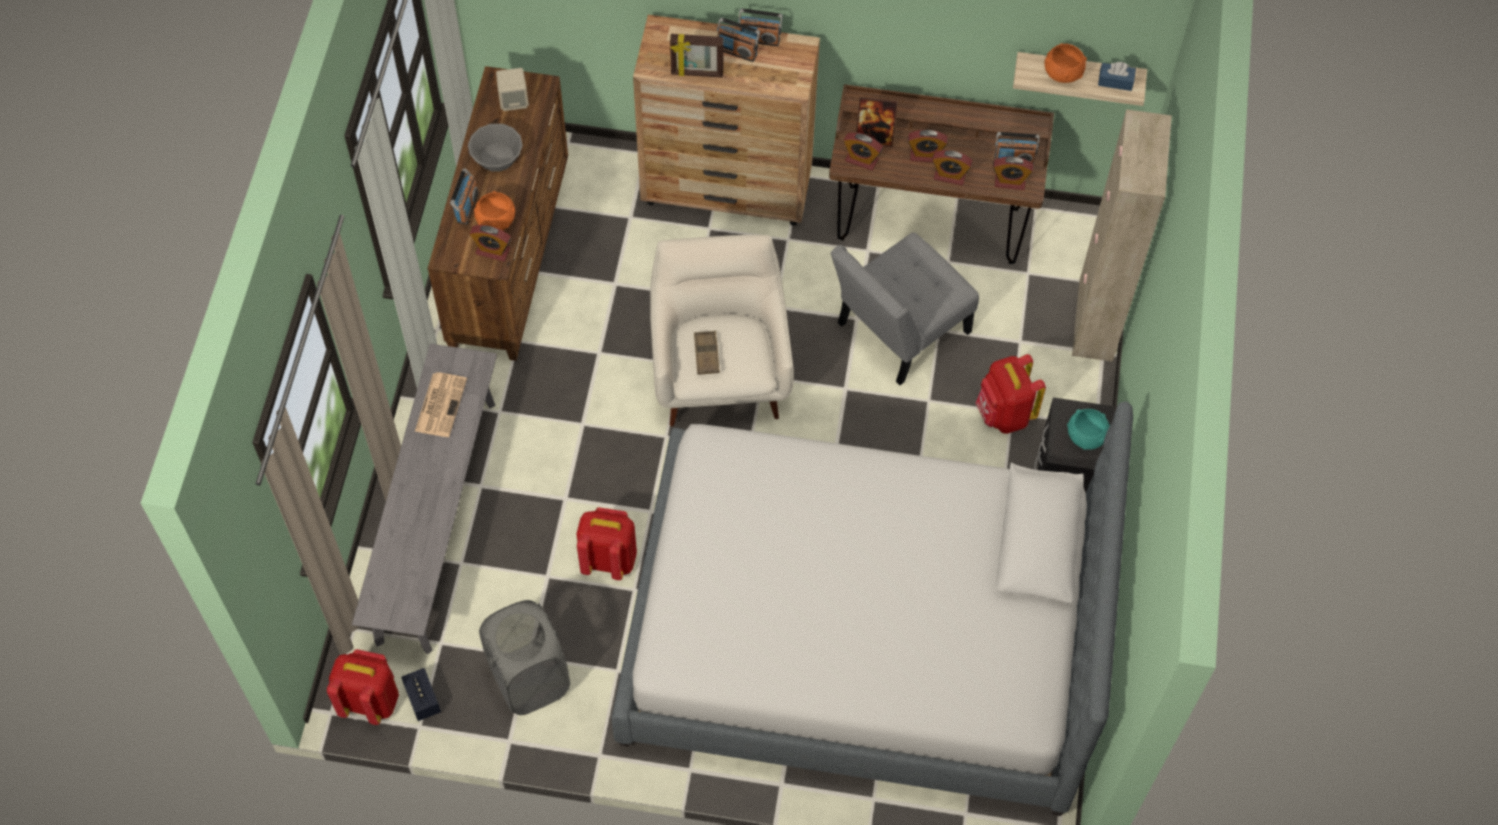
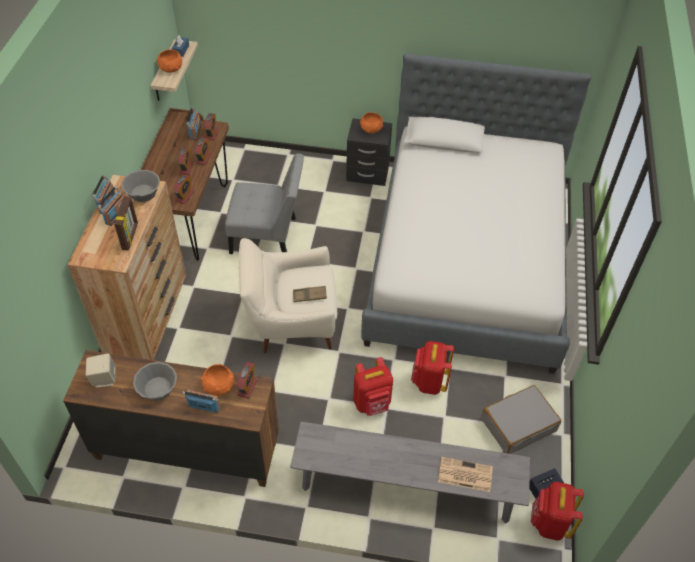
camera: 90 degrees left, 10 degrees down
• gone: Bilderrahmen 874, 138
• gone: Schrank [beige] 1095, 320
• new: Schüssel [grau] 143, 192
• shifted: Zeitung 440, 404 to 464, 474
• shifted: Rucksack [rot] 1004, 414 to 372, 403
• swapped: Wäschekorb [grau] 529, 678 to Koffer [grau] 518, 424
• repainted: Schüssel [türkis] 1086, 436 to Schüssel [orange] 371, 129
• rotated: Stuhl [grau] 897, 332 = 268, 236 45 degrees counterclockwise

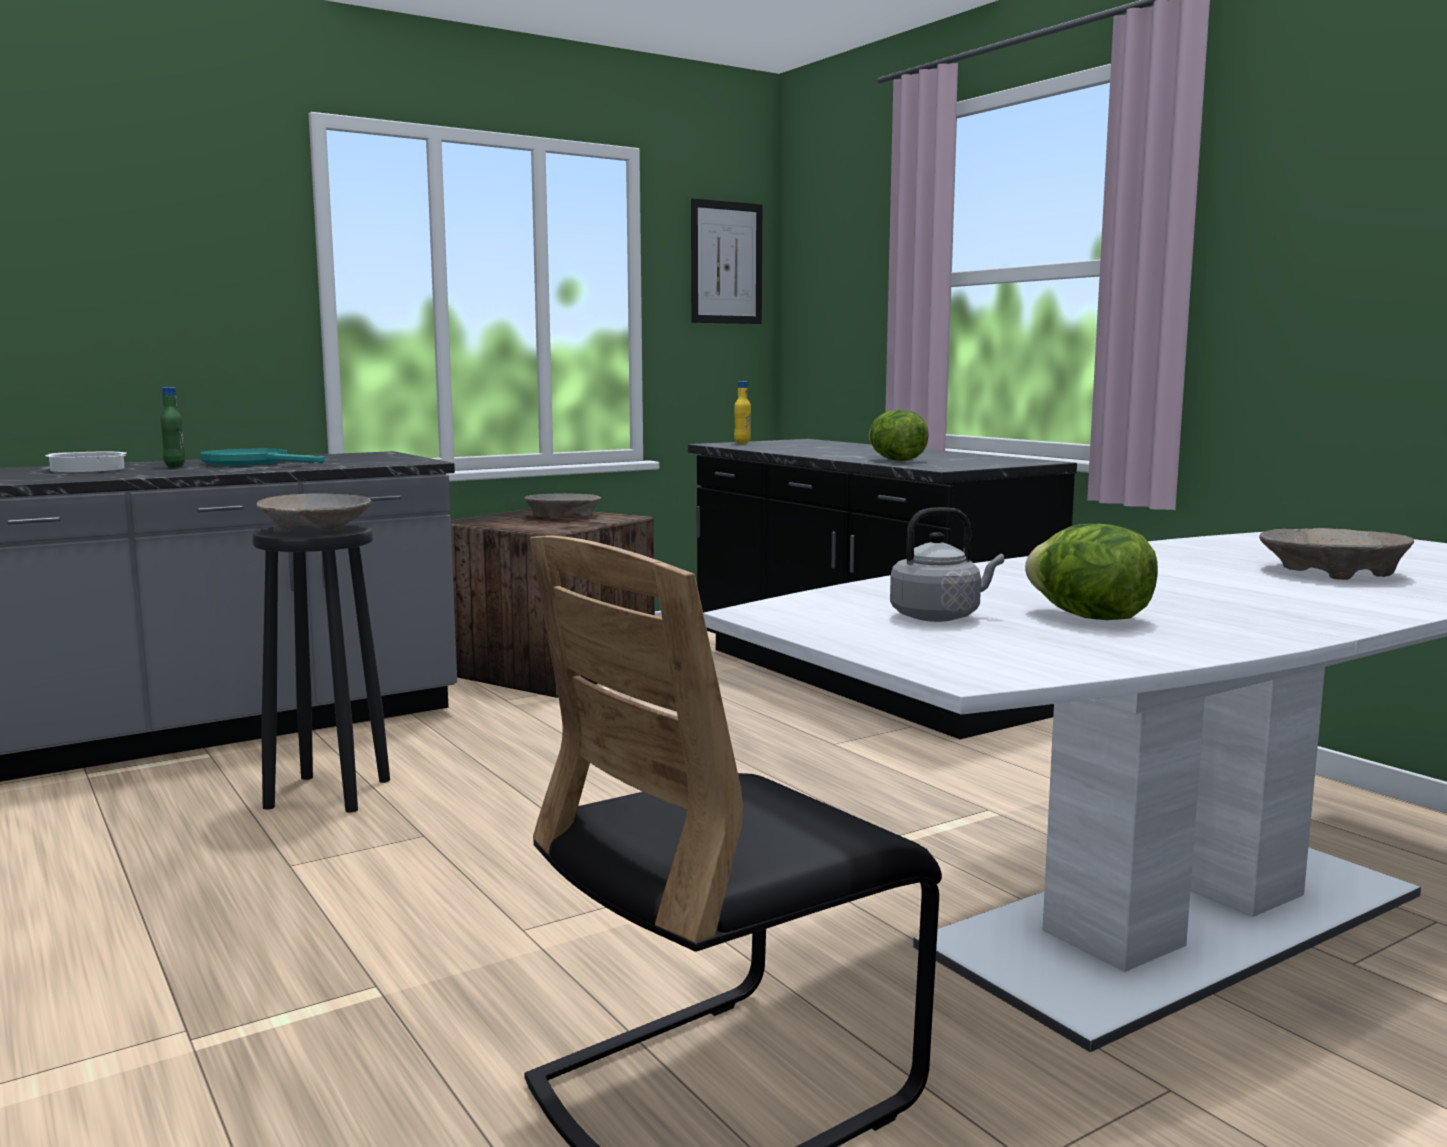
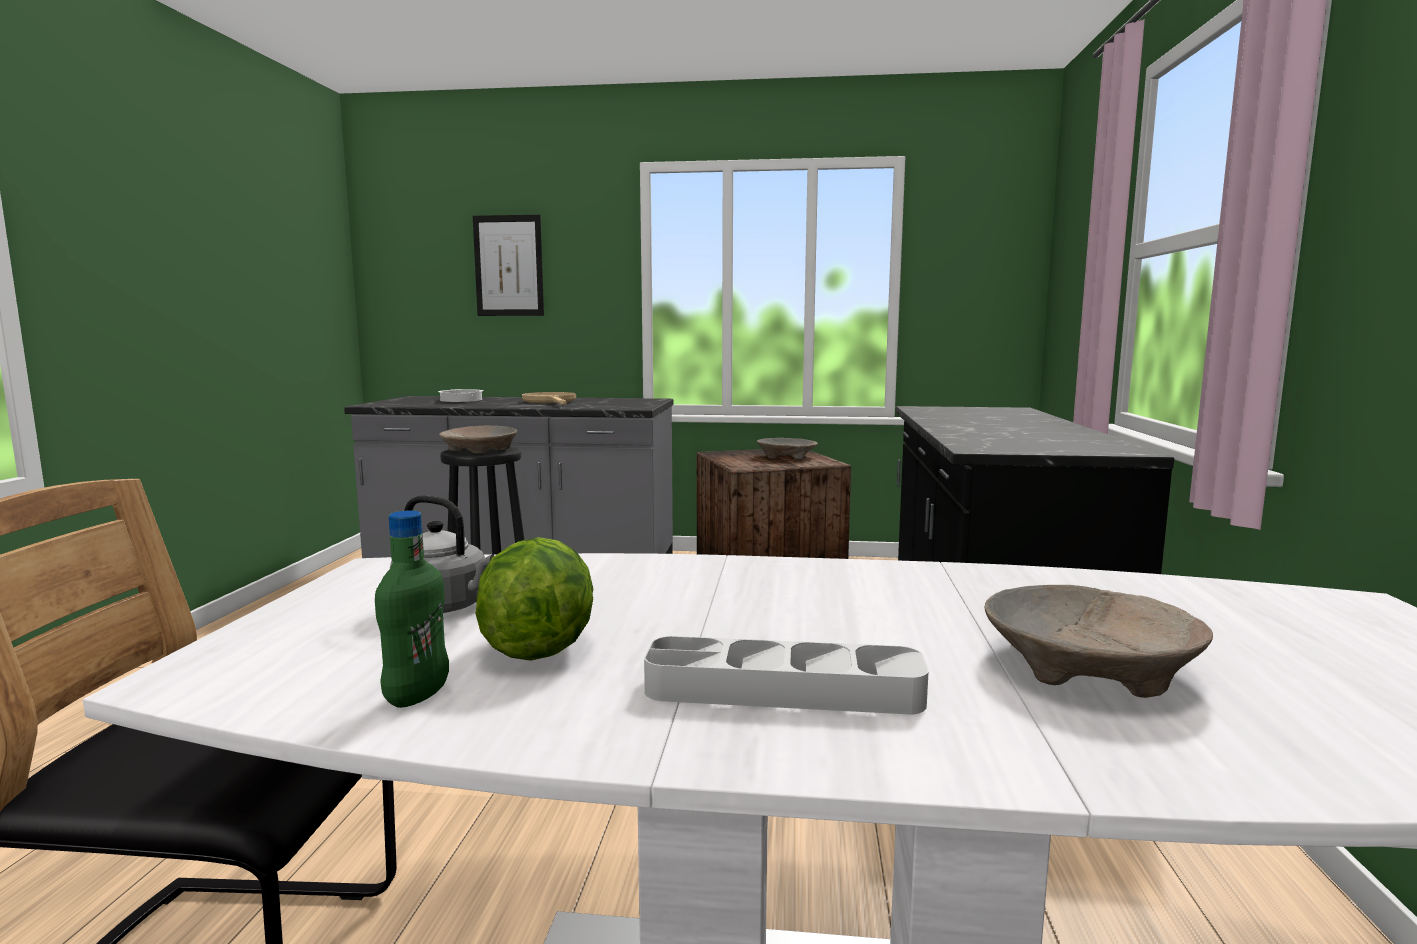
camera: 40 degrees right, 0 degrees up
• gone: Flasche [gelb] 742, 443
• gone: Salatkopf 896, 460
• new: Tablett [grau] 783, 690
• shifted: Flasche [grün] 175, 466 to 417, 696
• shifted: Bild 726, 263 to 508, 266
• repainted: Pfanne [türkis] 254, 463 to Pfanne [beige] 551, 402

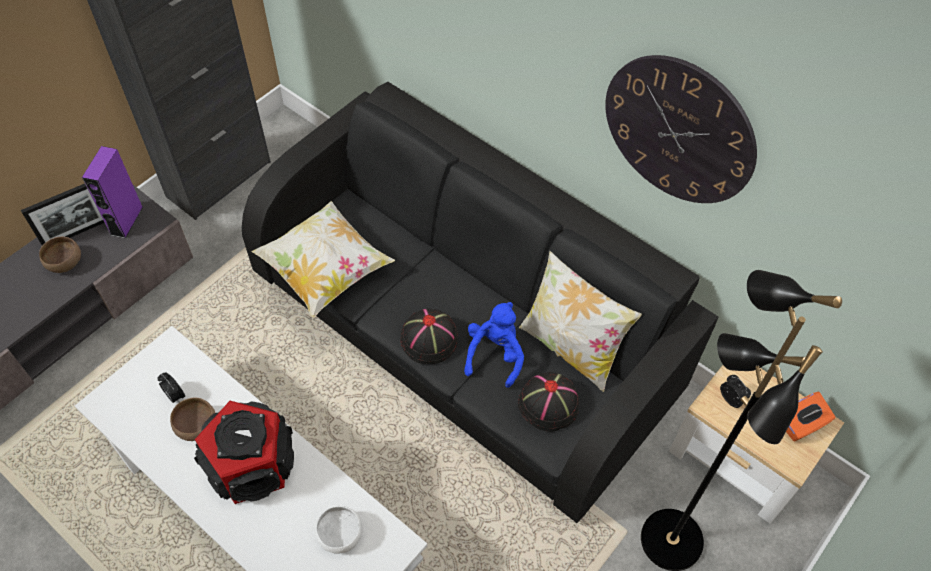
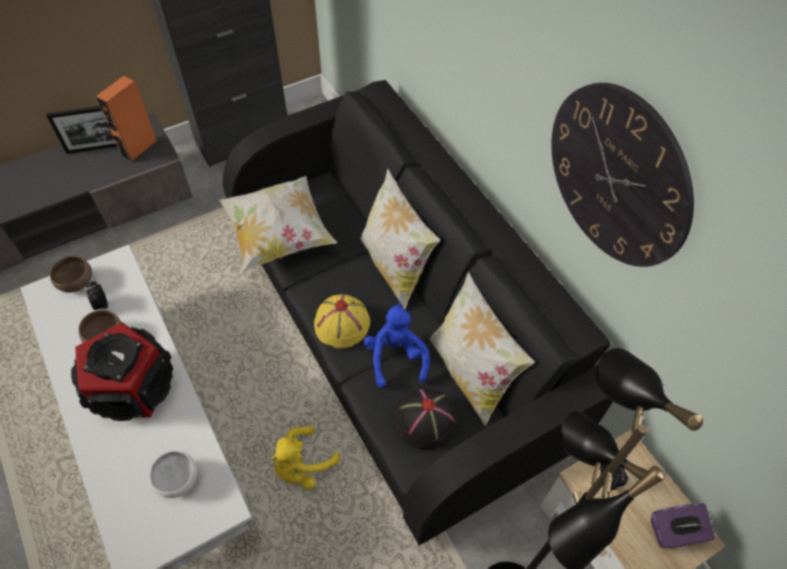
camera: 20 degrees right, 0 degrees up
• new: Plüschtier [gelb] 302, 466
• new: Kissen 395, 267
• shifted: Schüssel [braun] 64, 262 to 76, 282
• repainted: Lautsprecher [lila] 126, 221 to Lautsprecher [orange] 139, 148
• repainted: Hut [schwarz] 429, 340 to Hut [gelb] 342, 324
• repainted: Taschentuchbox [orange] 801, 425 to Taschentuchbox [lila] 675, 532
• rotated: Plüschtier [blau] 495, 355 = 396, 357 45 degrees counterclockwise

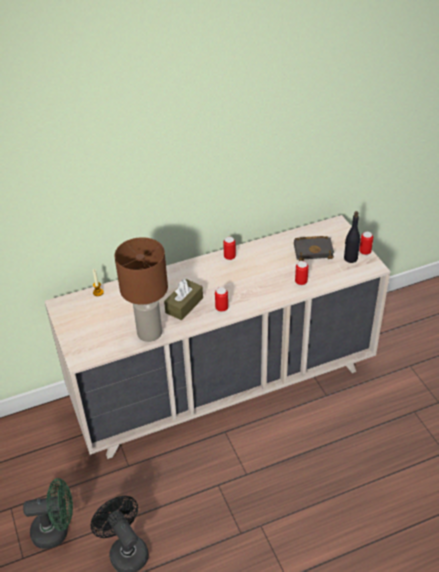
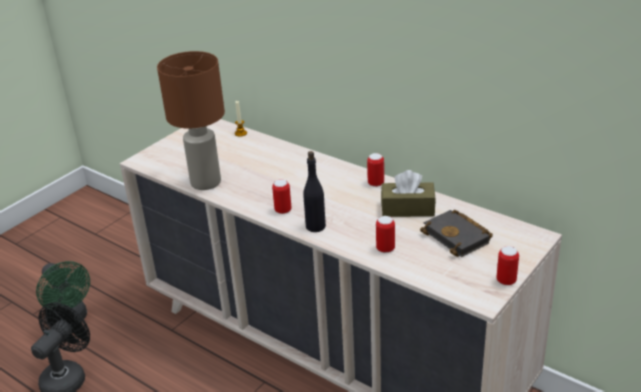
camera: 60 degrees right, 10 degrees down
• shifted: Taschentuchbox [braun] 184, 305 to 407, 209
• shifted: Flasche [schwarz] 350, 258 to 315, 226

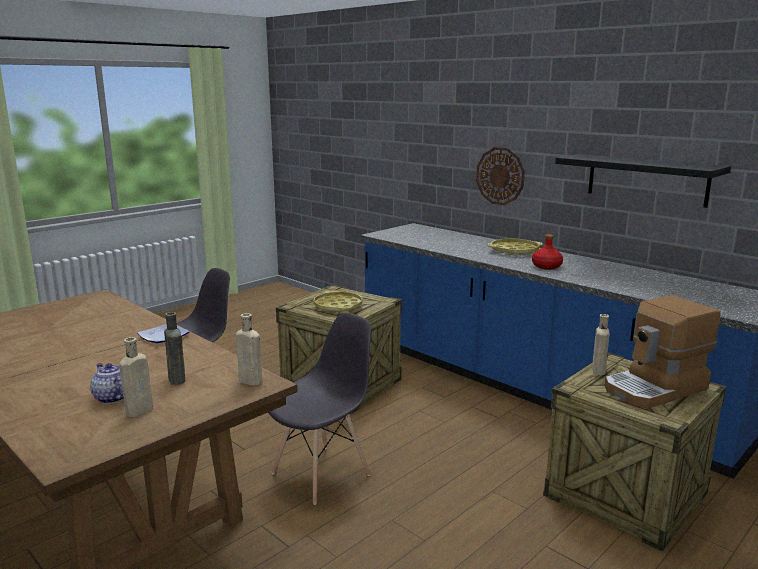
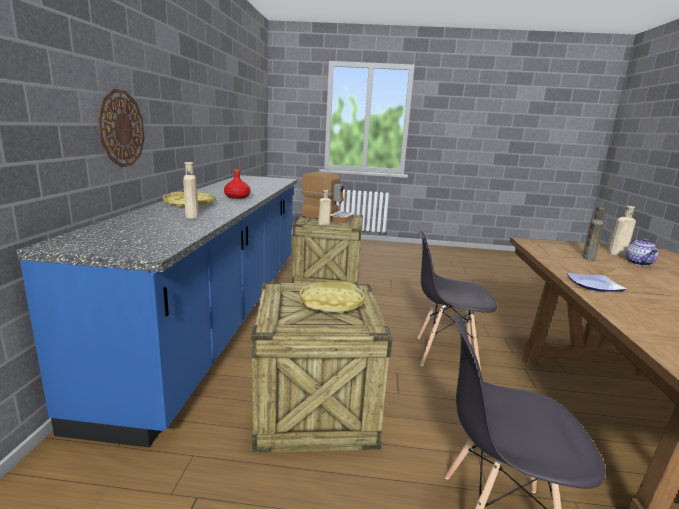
camera: 130 degrees left, 0 degrees up
• gone: Wandregal [schwarz] 646, 179
• shifted: Flasche [beige] 252, 381 to 192, 216

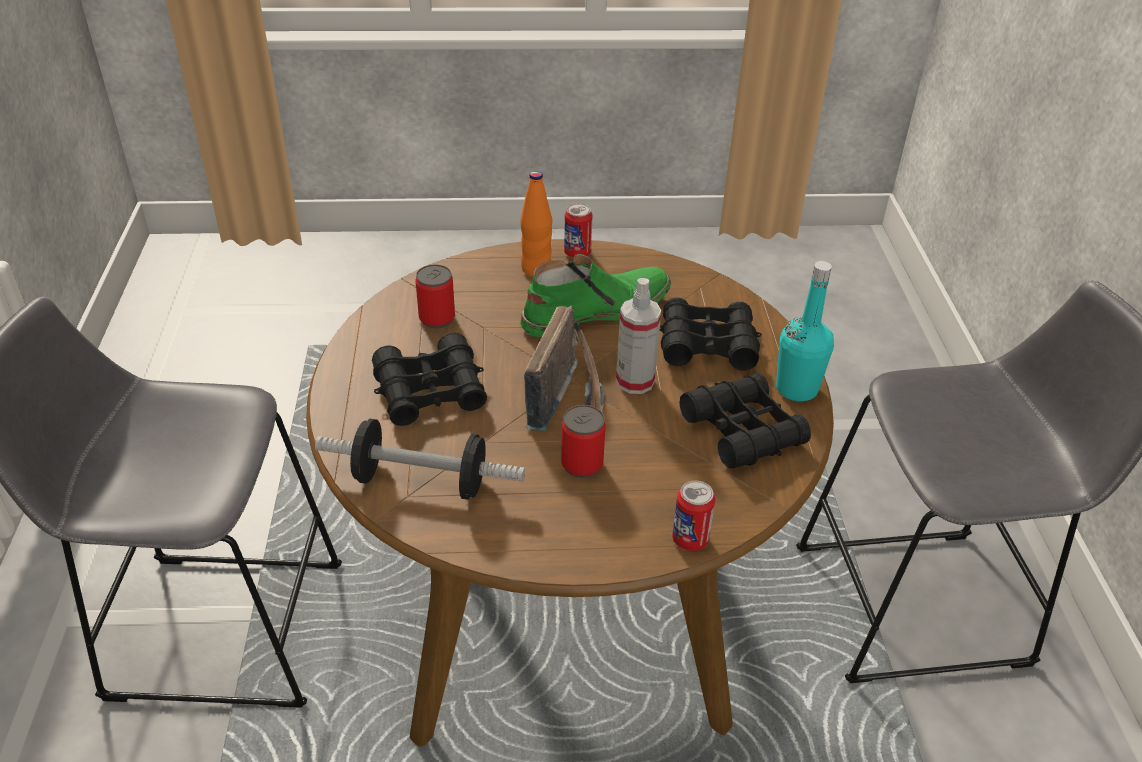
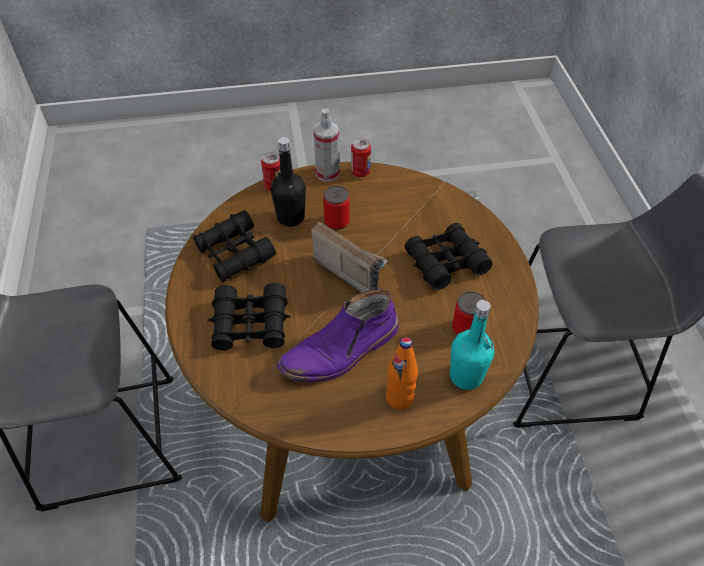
camera: 175 degrees right, 10 degrees up
• gone: Hantel 421, 481
• new: Flasche [schwarz] 291, 217
• shifted: Dose 577, 253 to 360, 172
• shifted: Sprühflasche 635, 381 to 327, 173
• shifted: Flasche [türkis] 796, 389 to 466, 376
• repainted: Stiefel [grün] 594, 311 to Stiefel [lila] 341, 351
• rotated: Radio 569, 396 = 351, 268 120 degrees clockwise

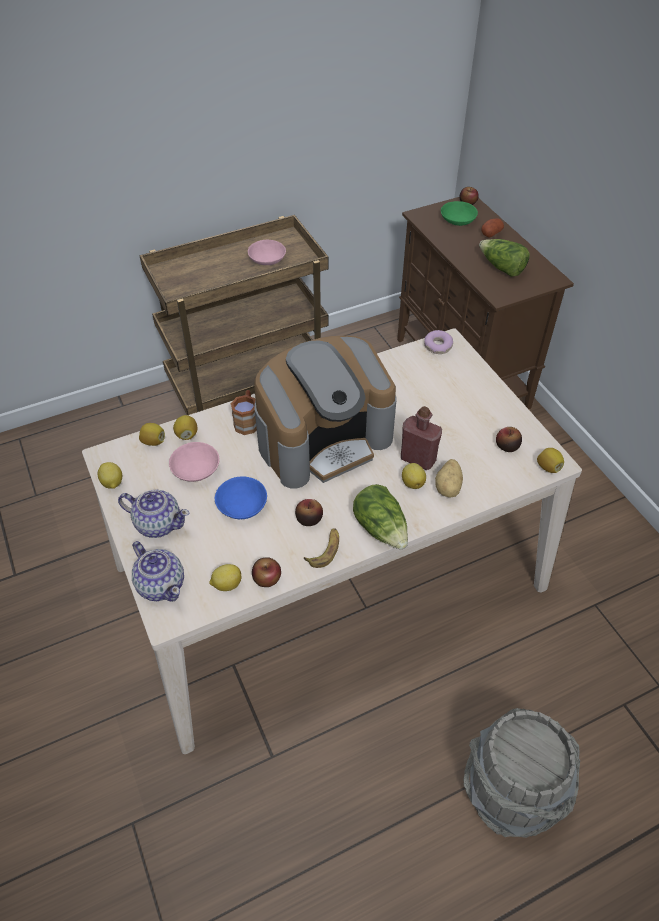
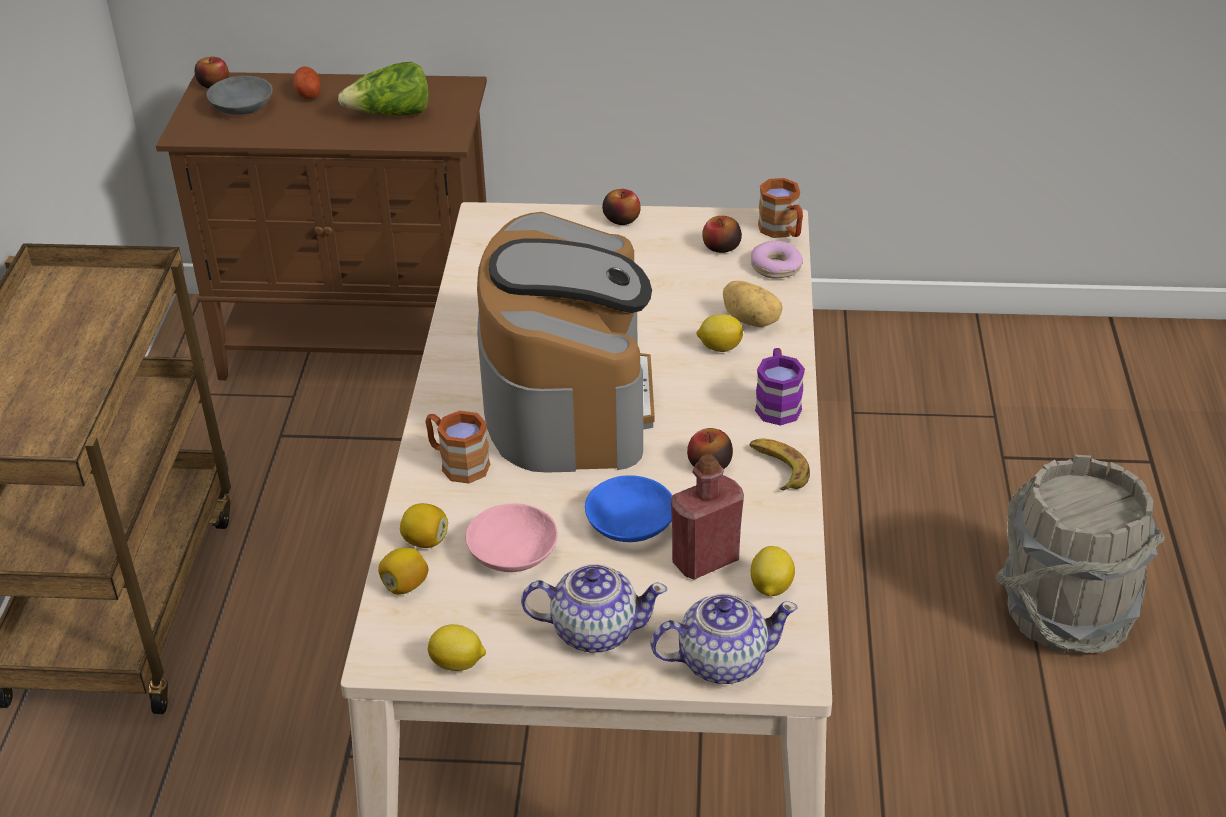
camera: 60 degrees left, 10 degrees down
• gone: Schüssel [rosa] 267, 260
• shifted: Apfel 267, 578 to 621, 219
• shifted: Flasche [rot] 418, 459 to 705, 560
• shifted: Donut 437, 346 to 776, 267
• swapped: Salatkopf 381, 528 to Henkelbecher [lila] 777, 403
• swapped: Zitrone 548, 467 to Henkelbecher [braun] 782, 231
• repainted: Schüssel [grün] 457, 220 to Schüssel [grau] 242, 108
• rotated: Teekanne 158, 523 = 594, 630 45 degrees clockwise

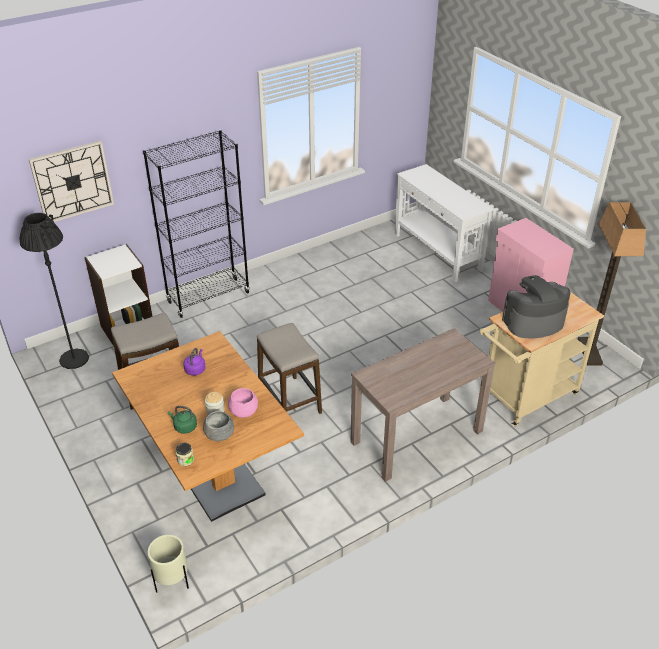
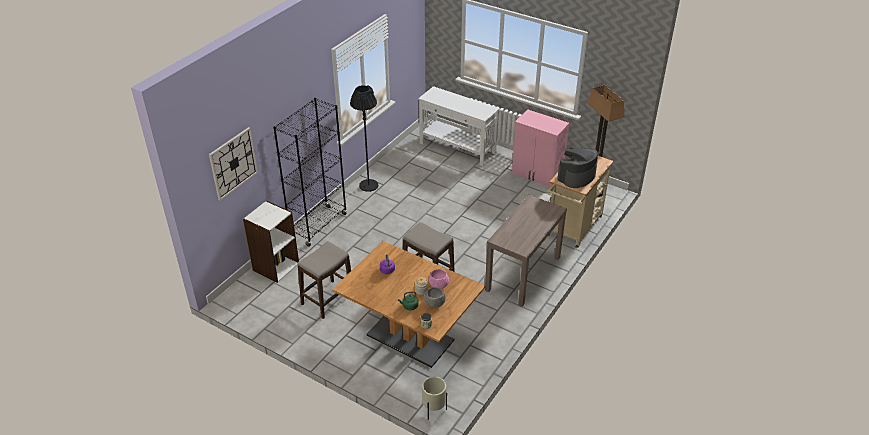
camera: 25 degrees left, 0 degrees up
• shifted: Stehlampe [schwarz] 74, 359 to 368, 185

